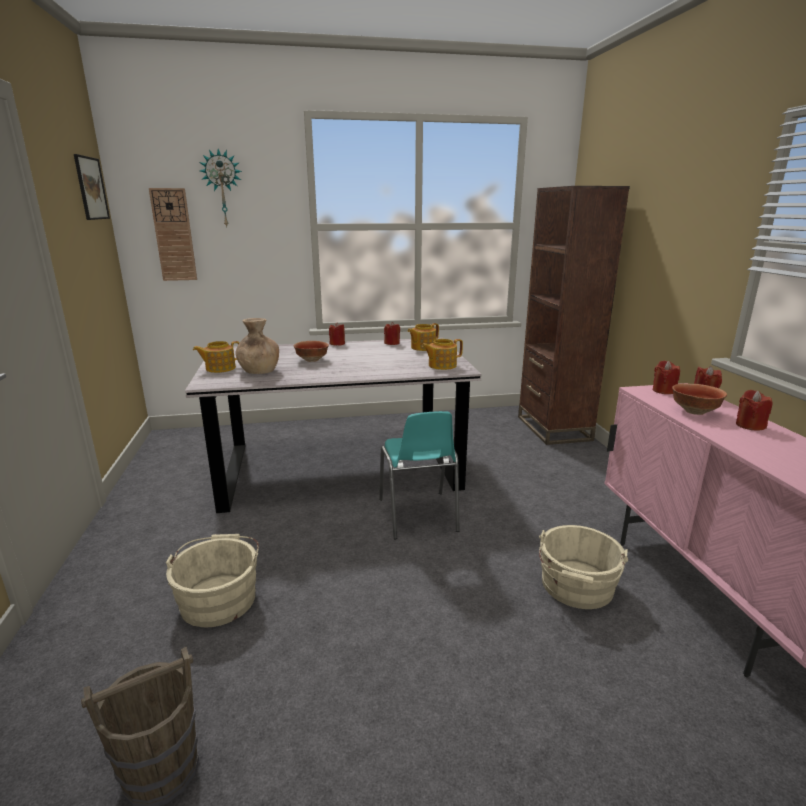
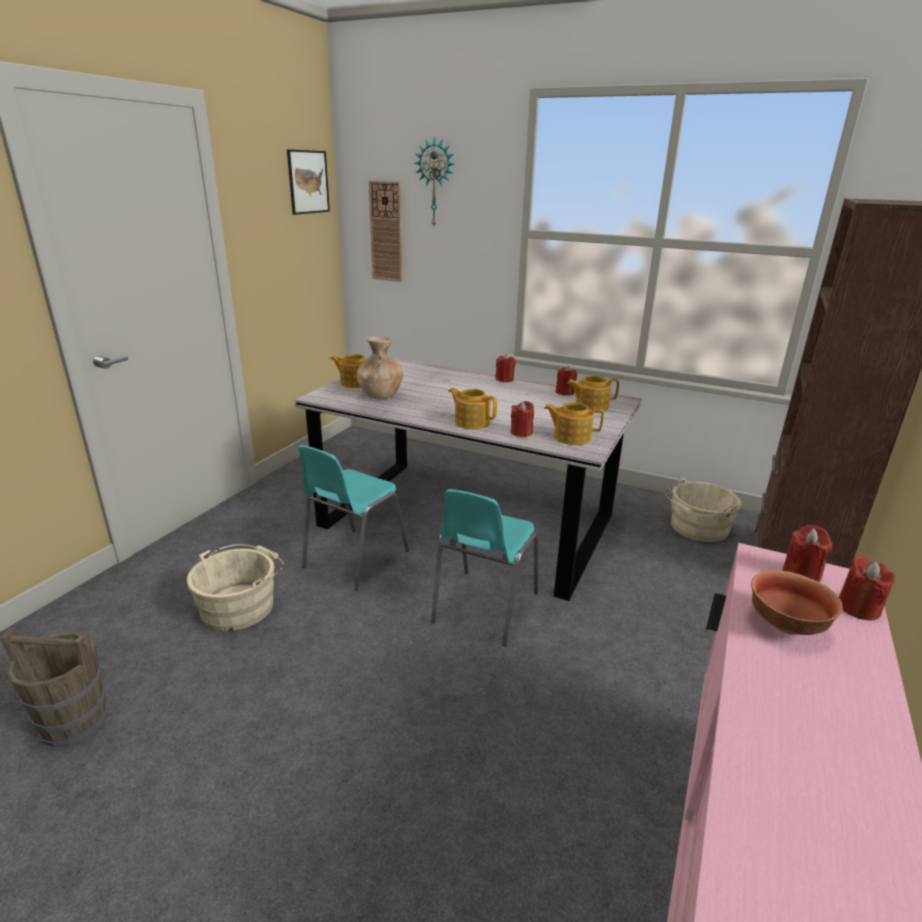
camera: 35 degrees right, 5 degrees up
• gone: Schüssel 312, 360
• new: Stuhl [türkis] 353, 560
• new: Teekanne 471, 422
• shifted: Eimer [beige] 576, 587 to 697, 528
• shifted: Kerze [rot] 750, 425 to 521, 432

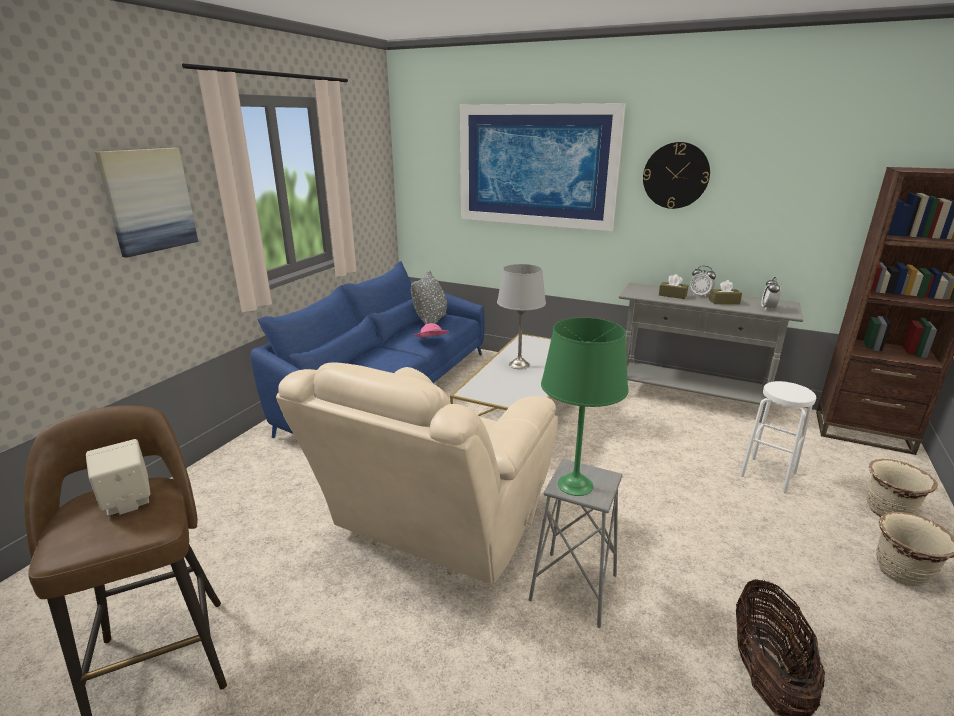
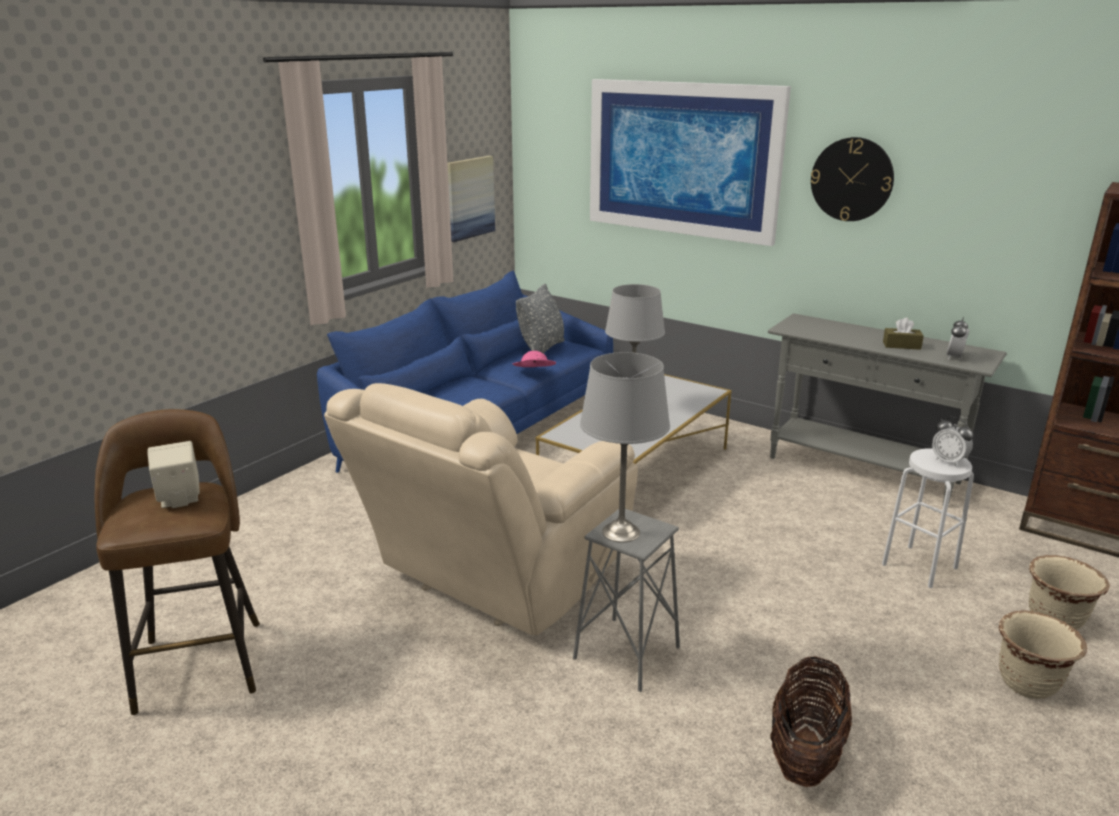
camera: 10 degrees right, 0 degrees up
• gone: Taschentuchbox [braun] 672, 295
• shifted: Bild 149, 200 to 469, 198
• shifted: Wecker 700, 295 to 948, 461
• repainted: Tischlampe [grün] 575, 484 to Tischlampe [grau] 621, 532

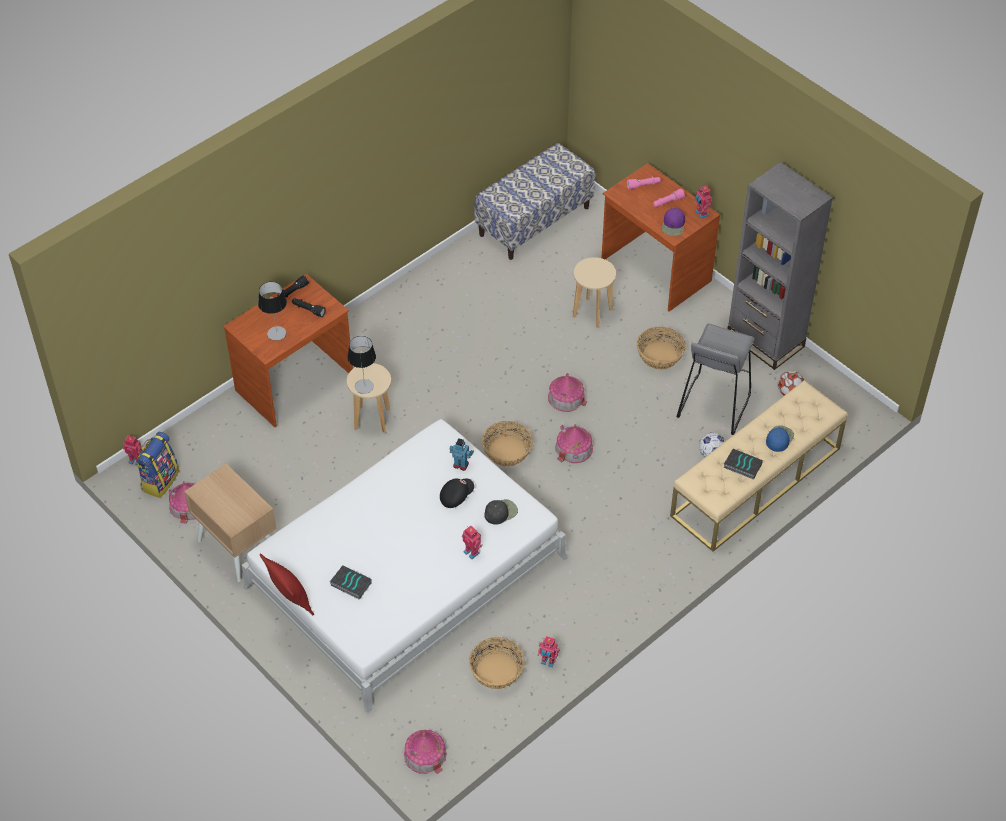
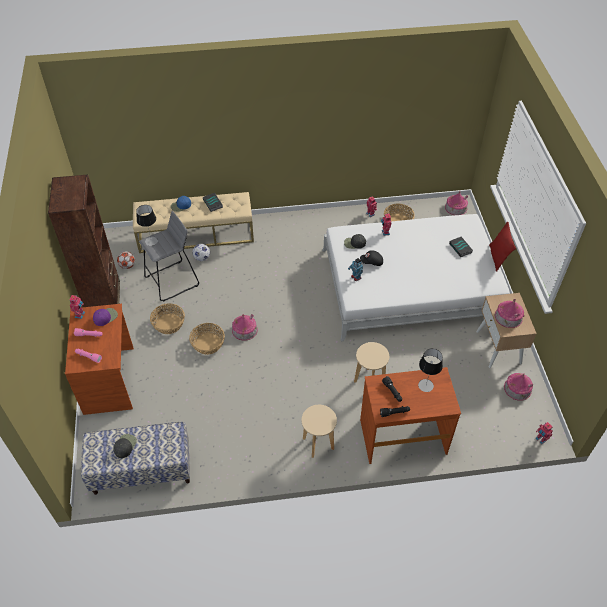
camera: 145 degrees left, 0 degrees up
• gone: Rucksack 160, 480
• new: Kappe [schwarz] 125, 446
• shifted: Tischlampe 364, 386 to 151, 241
• shifted: Korb 507, 452 to 208, 343
• shifted: Spielzeughaus 574, 448 to 508, 316
• shifted: Hocker [beige] 592, 313 to 318, 444
• repainted: Bücherregal [grau] 765, 340 to Bücherregal [braun] 104, 299

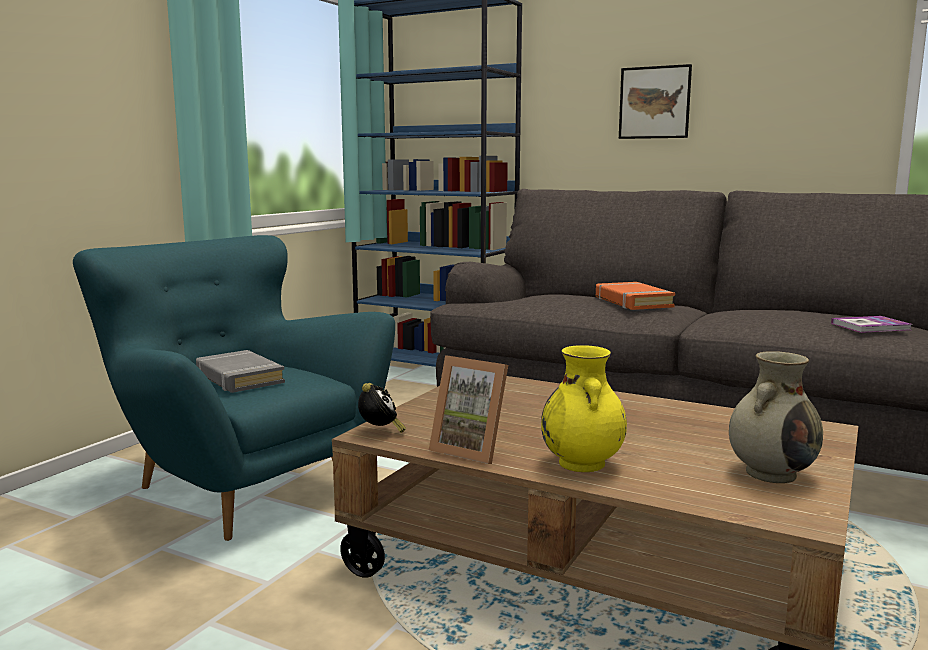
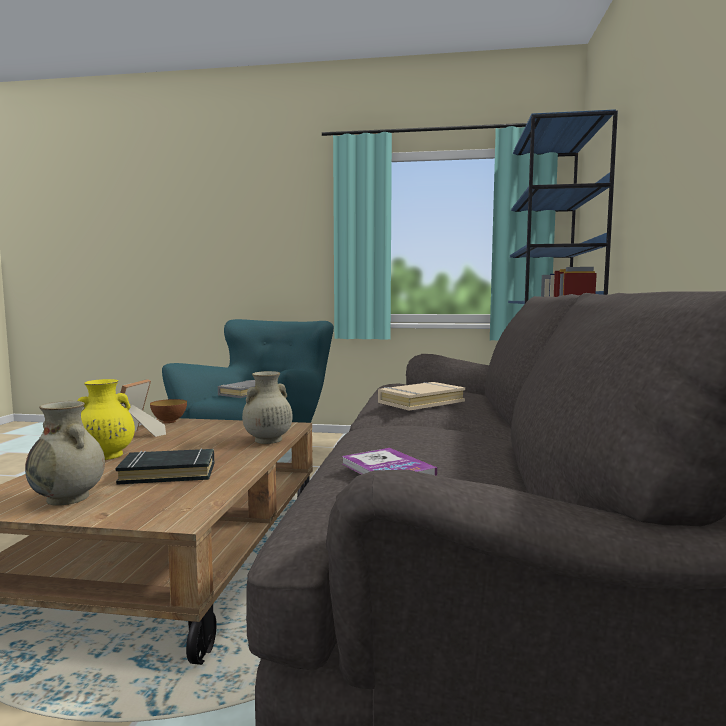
camera: 70 degrees right, 5 degrees down
• gone: Bild 654, 102
• new: Buch [schwarz] 168, 473
• new: Vase [beige] 267, 440
• swapped: Wecker 380, 432 to Schüssel 169, 421
• repainted: Buch [orange] 632, 302 to Buch [beige] 421, 402

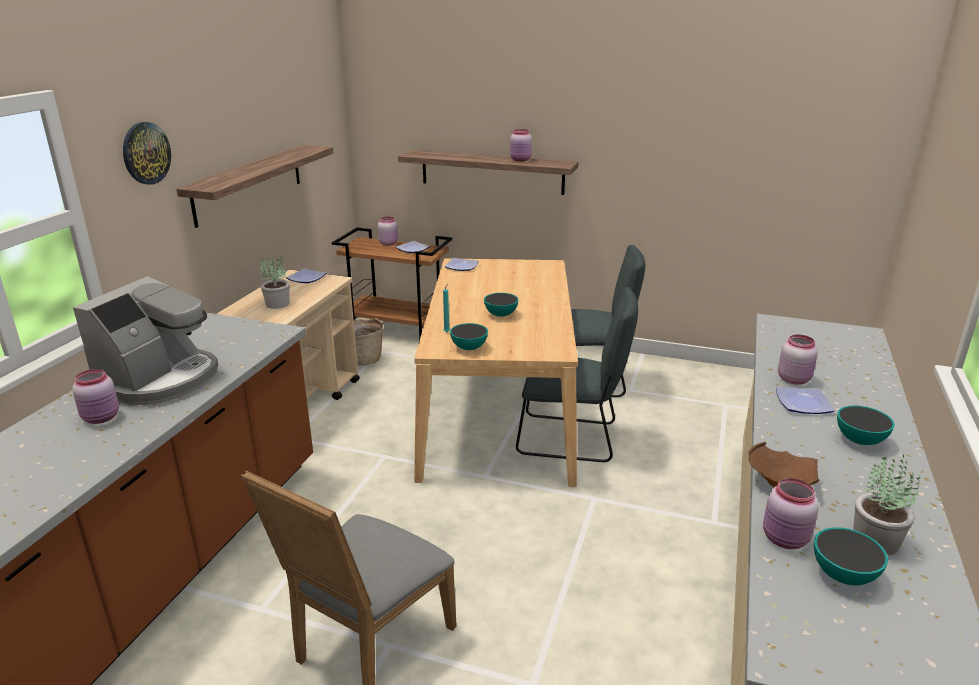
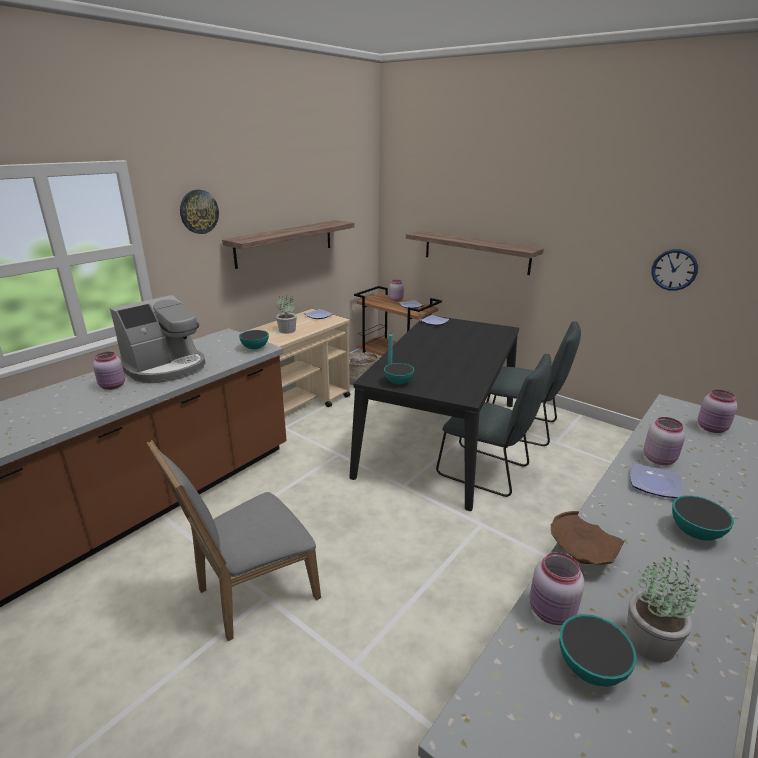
camera: 20 degrees right, 0 degrees up
• new: Wanduhr 674, 270
• shifted: Schüssel 501, 315 to 255, 348
• shifted: Vorratsglas [rosa] 521, 160 to 712, 428
• repainted: Esstisch [beige] 499, 410 to Esstisch [schwarz] 440, 437

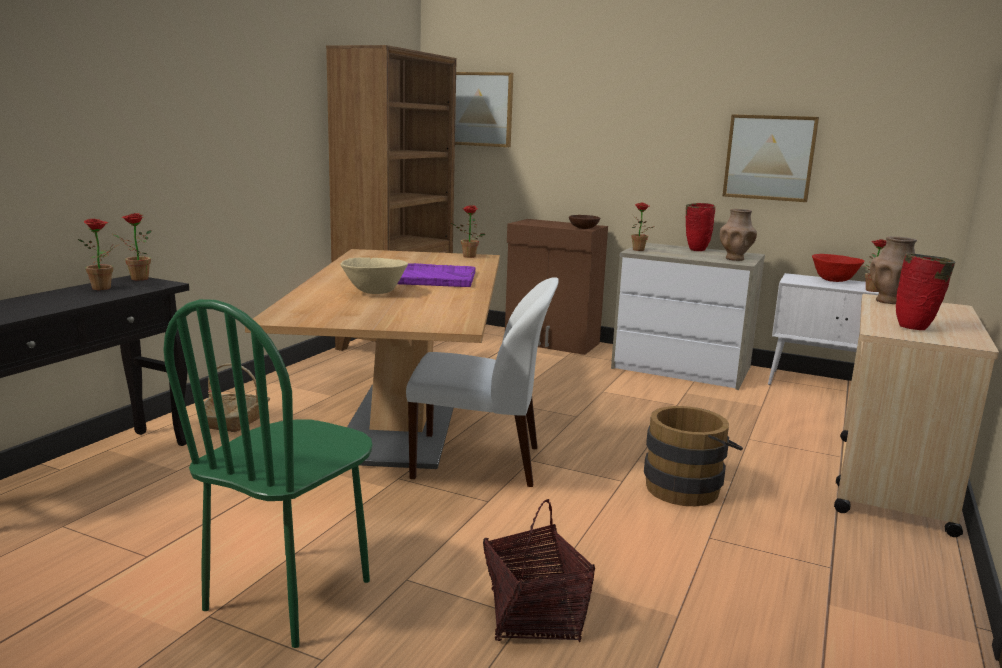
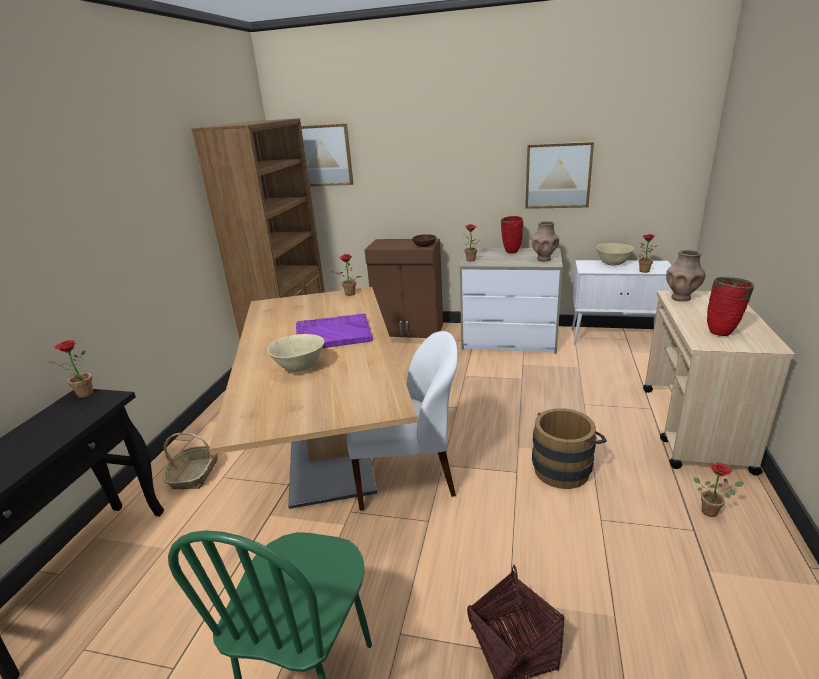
camera: 10 degrees left, 10 degrees up
• shifted: Topfpflanze 105, 288 to 712, 511
• repainted: Schüssel [rot] 834, 281 to Schüssel [beige] 612, 264

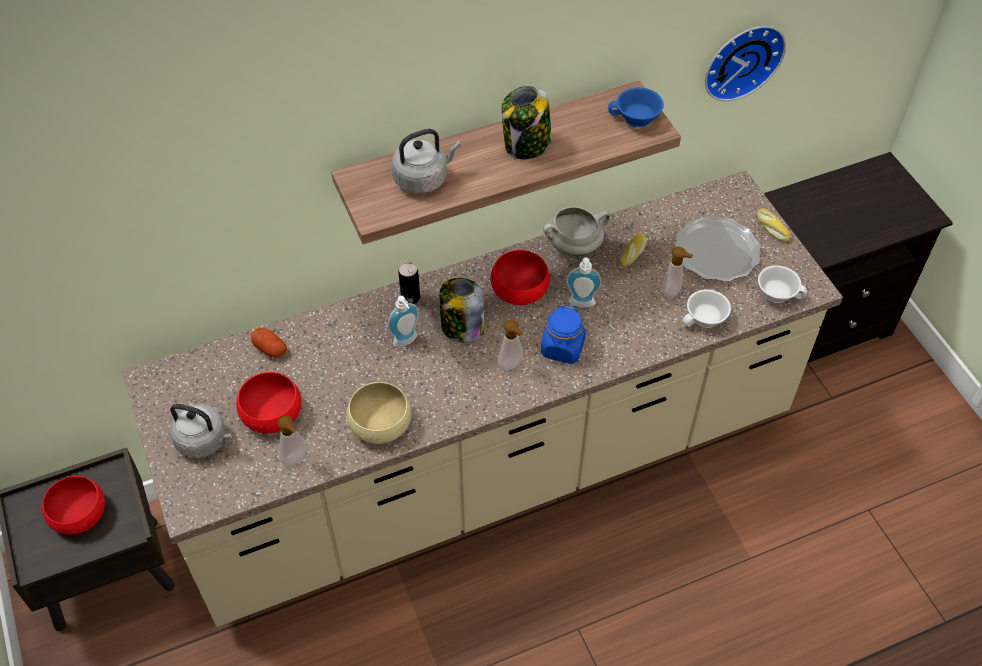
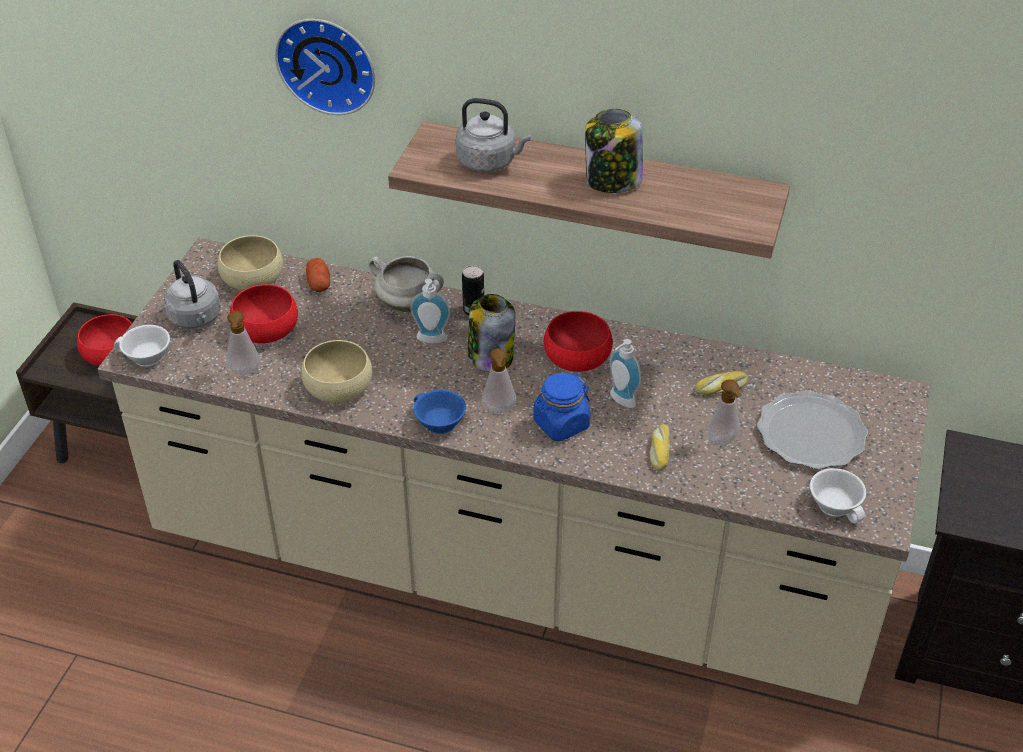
camera: 40 degrees right, 10 degrees down
• new: Schüssel [beige] 252, 278
• shifted: Kochtopf [weiß] 574, 246 to 409, 304
• shifted: Tasse [blau] 636, 119 to 437, 423
• shifted: Tasse [weiß] 705, 319 to 146, 358
• shifted: Wanduhr 741, 59 to 328, 63
• shifted: Brot 771, 228 to 659, 451

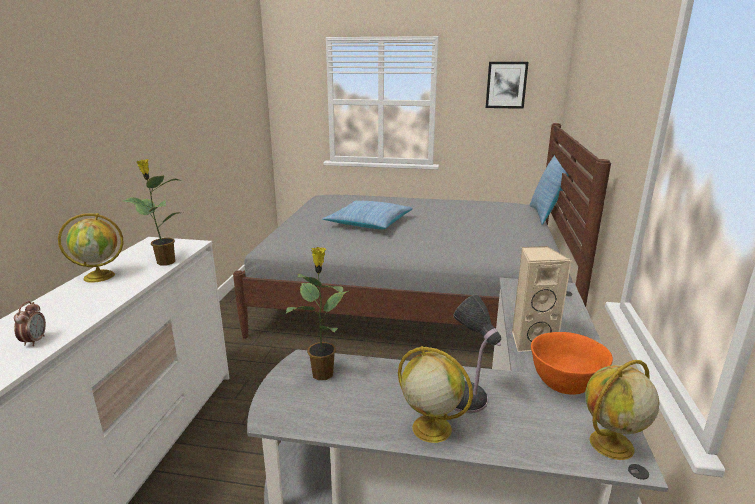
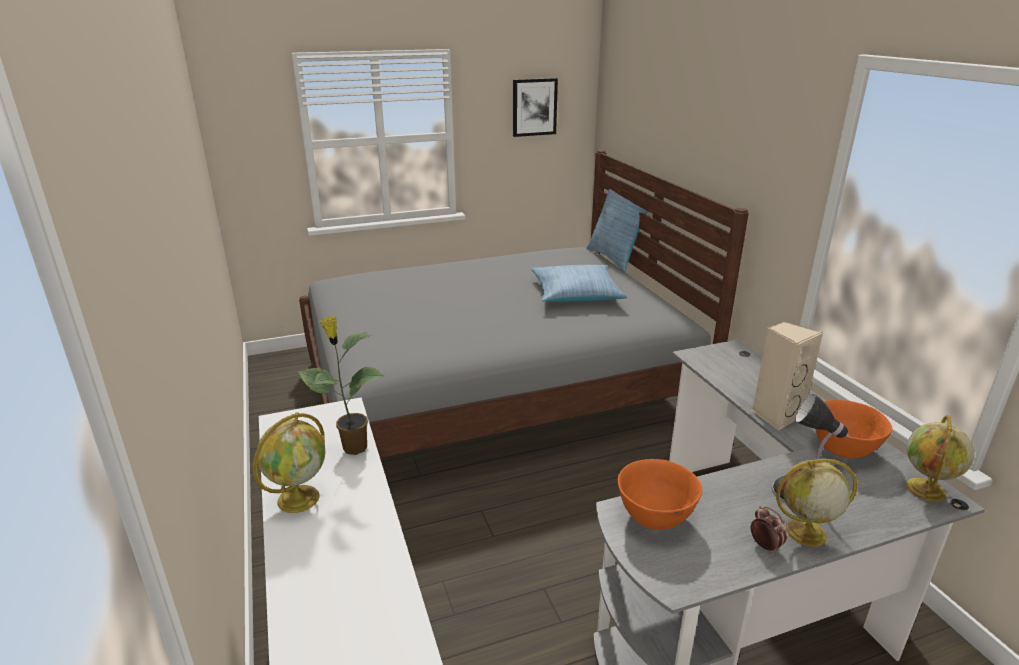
camera: 30 degrees left, 5 degrees up
• shifted: Wecker 35, 341 to 764, 546
• shifted: Kissen 369, 223 to 576, 293
• swapped: Topfpflanze 323, 373 to Schüssel [orange] 655, 518

